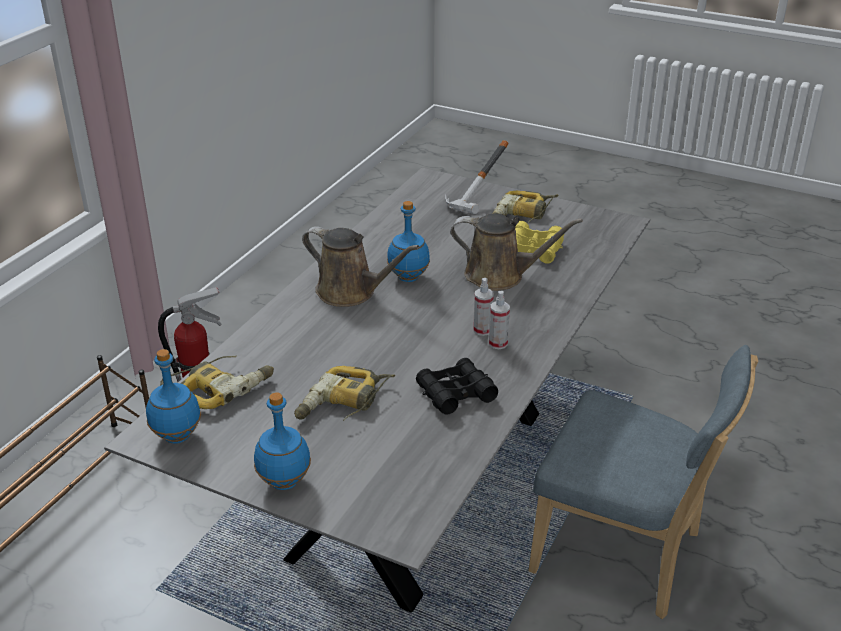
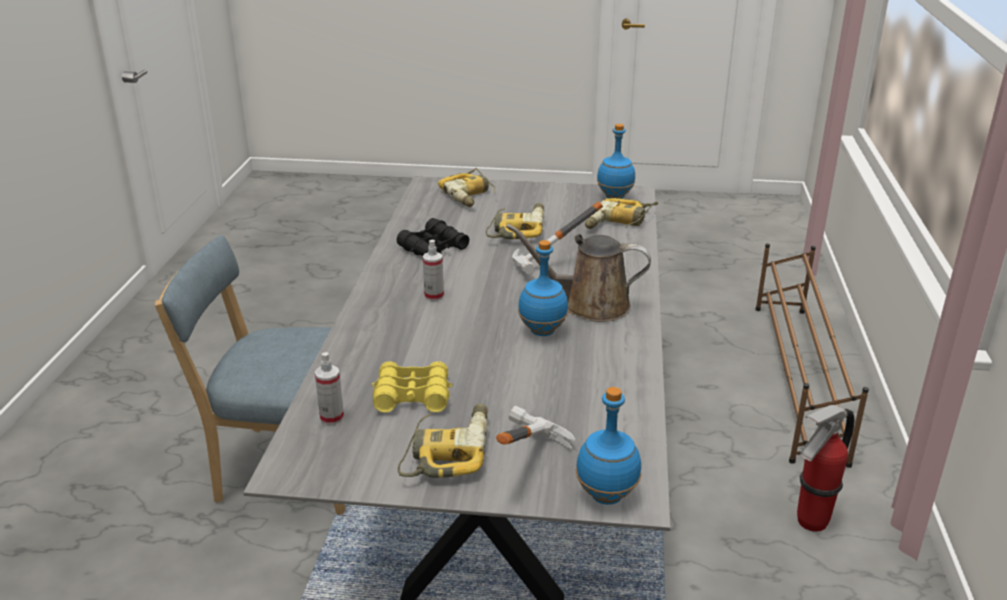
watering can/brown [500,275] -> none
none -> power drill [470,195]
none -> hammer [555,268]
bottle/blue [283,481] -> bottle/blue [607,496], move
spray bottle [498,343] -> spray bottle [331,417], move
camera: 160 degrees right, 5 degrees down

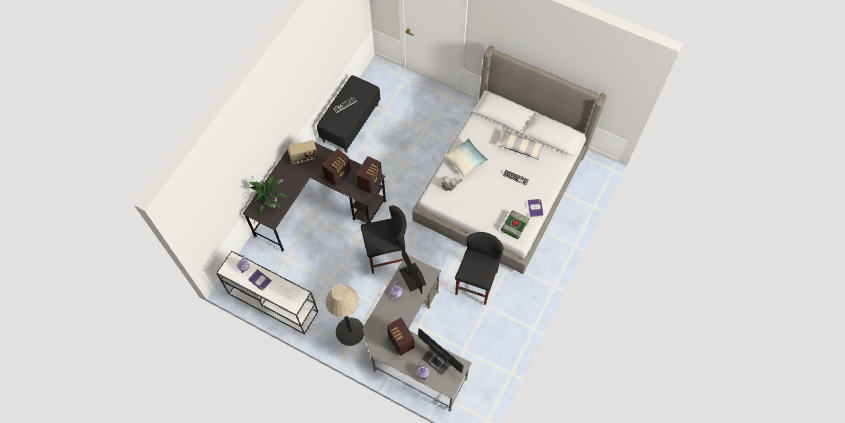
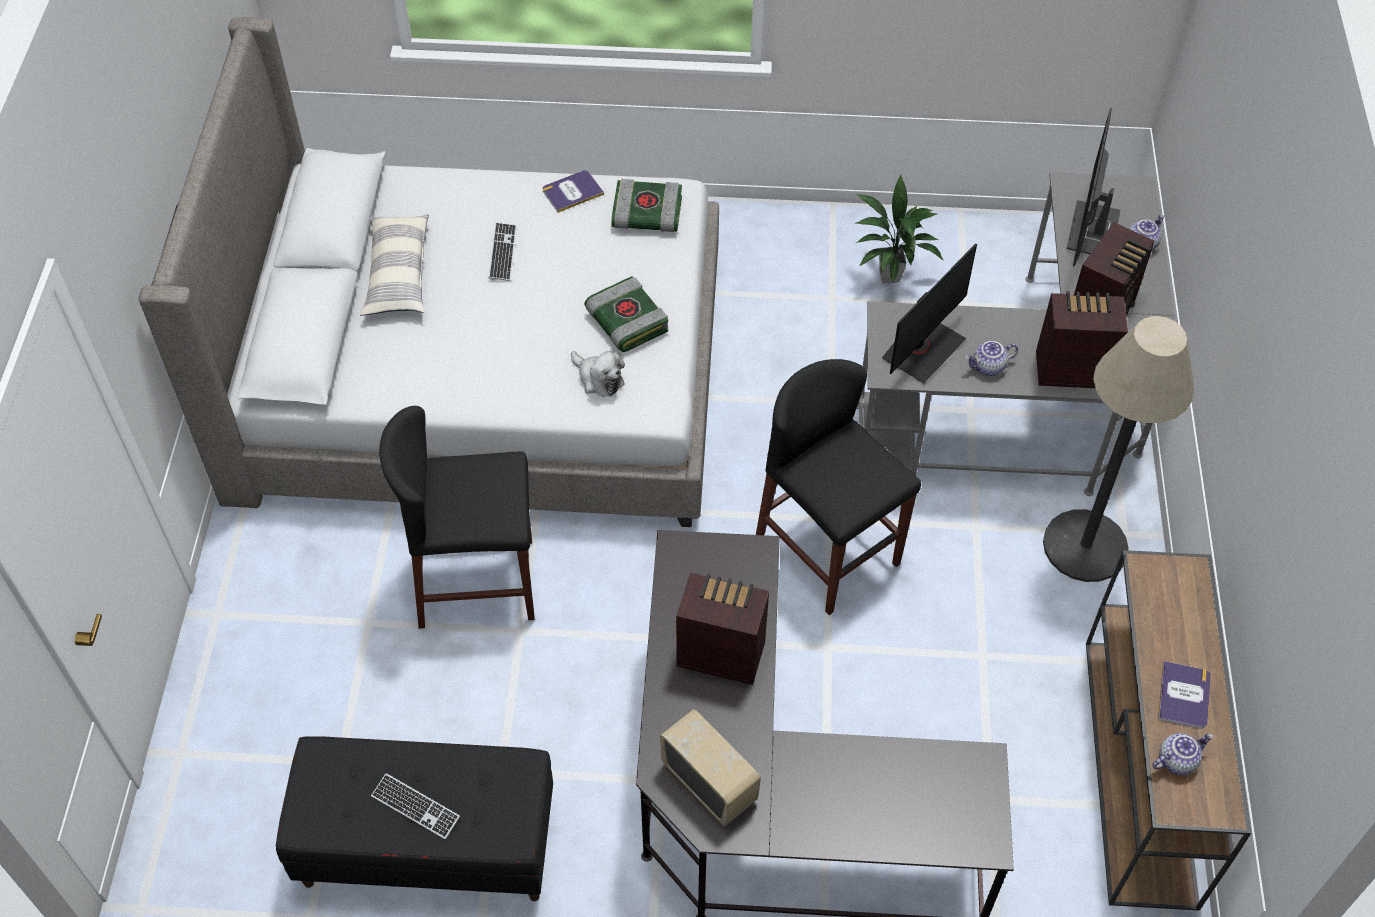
pillow [465,160] -> none
none -> book [625,321]
potted plant [272,204] -> potted plant [889,277], move
radio [370,181] -> radio [1070,369], move
stool/black [476,283] -> stool/black [477,582], move
console table/white [272,302] -> console table/brown [1140,773]
camera: 115 degrees left, 10 degrees down

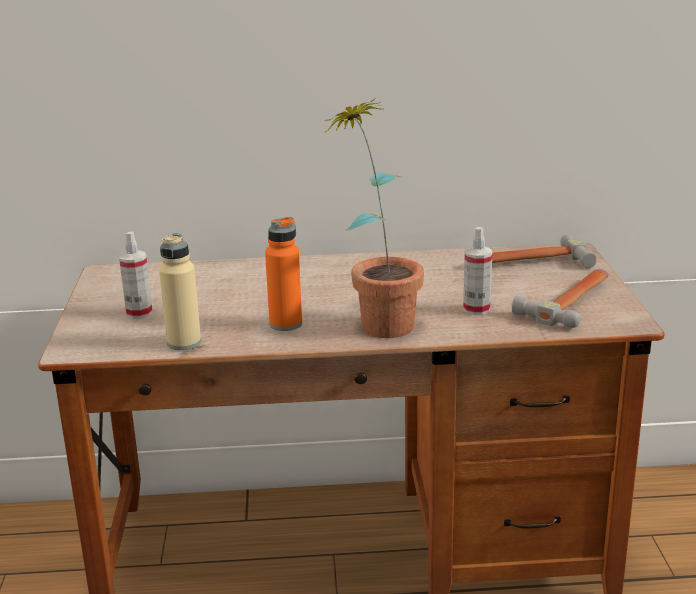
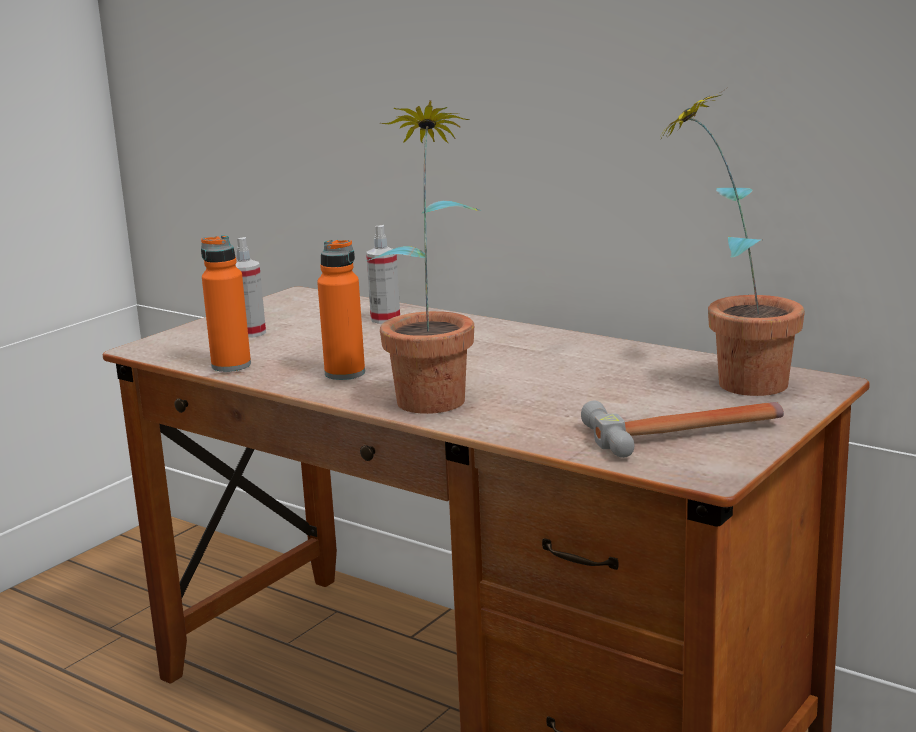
spray bottle [476,309] -> spray bottle [385,319], move
hammer [528,262] -> potted plant [731,381]
bottle/beige [184,343] -> bottle/orange [231,365]
camera: 40 degrees right, 5 degrees down

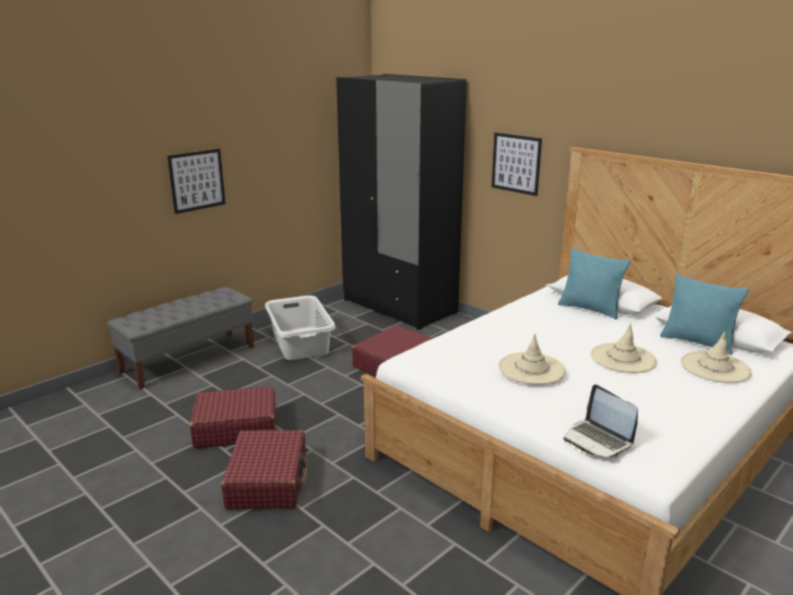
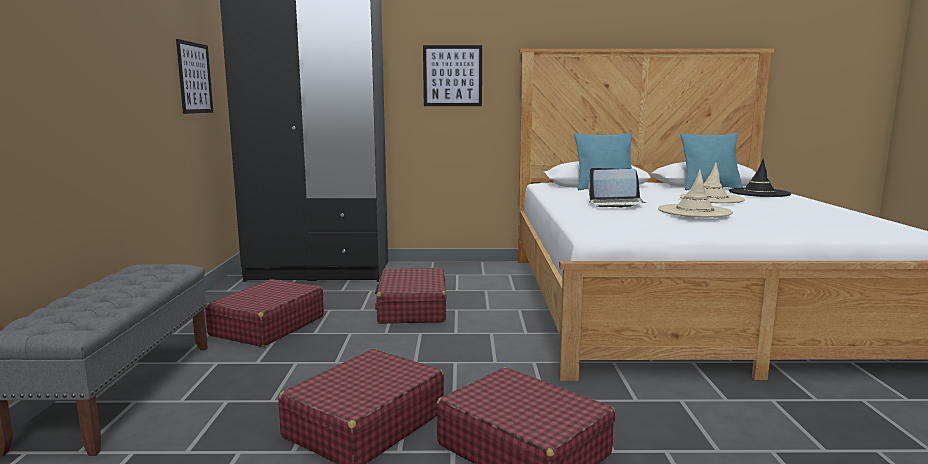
picture [197,180] -> picture [195,78], move
laptop [598,440] -> laptop [616,204], move
laundry basket/grey [300,343] -> suitcase/red [267,326]
hat/beige [715,367] -> hat/black [759,193]
camera: 45 degrees left, 10 degrees down

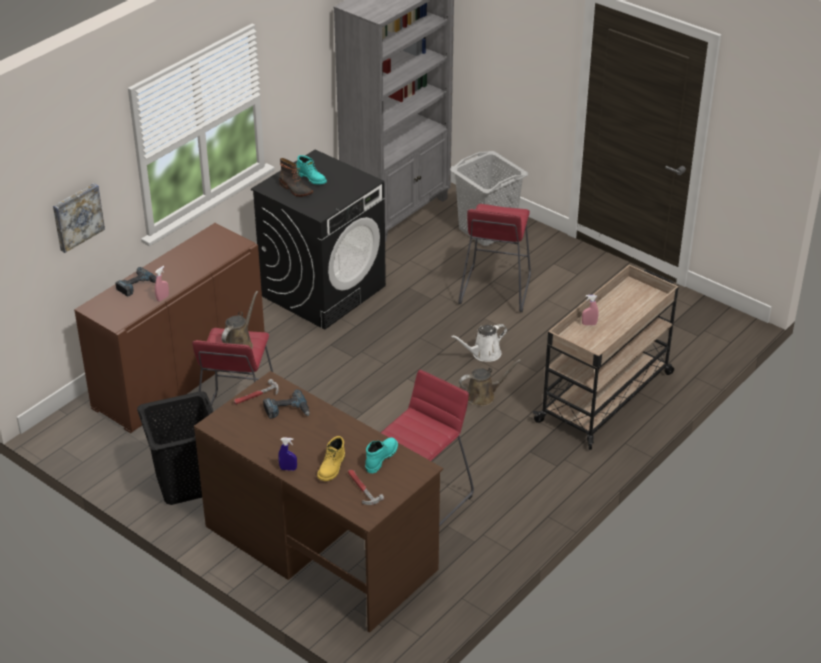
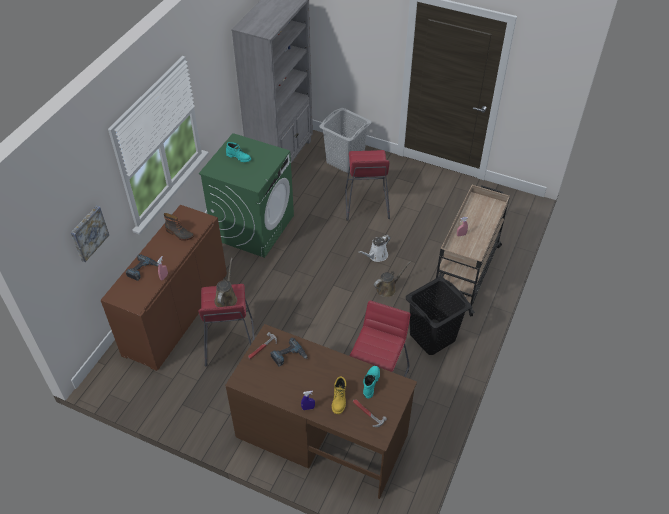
laundry basket/black [186,483] -> laundry basket/black [432,336], move
boot [295,189] -> boot [179,234], move
washing machine/black [323,290] -> washing machine/green [253,227]
camera: 15 degrees left, 10 degrees up

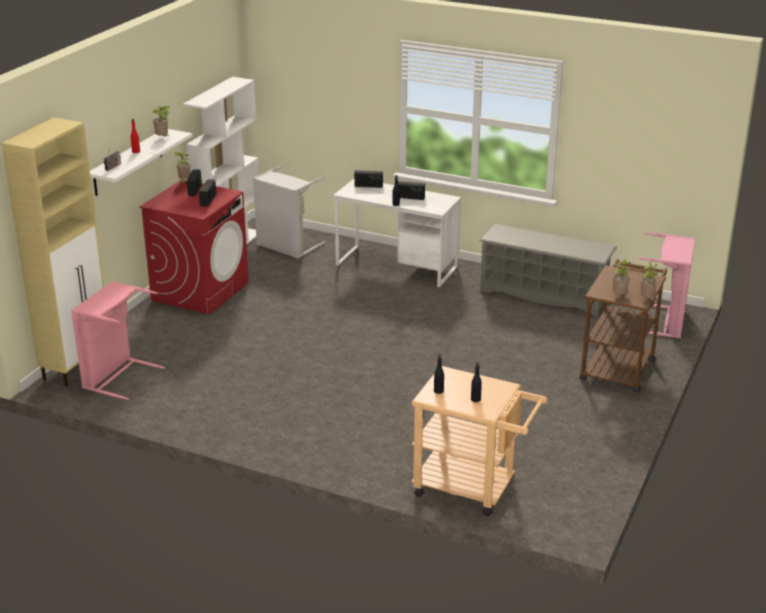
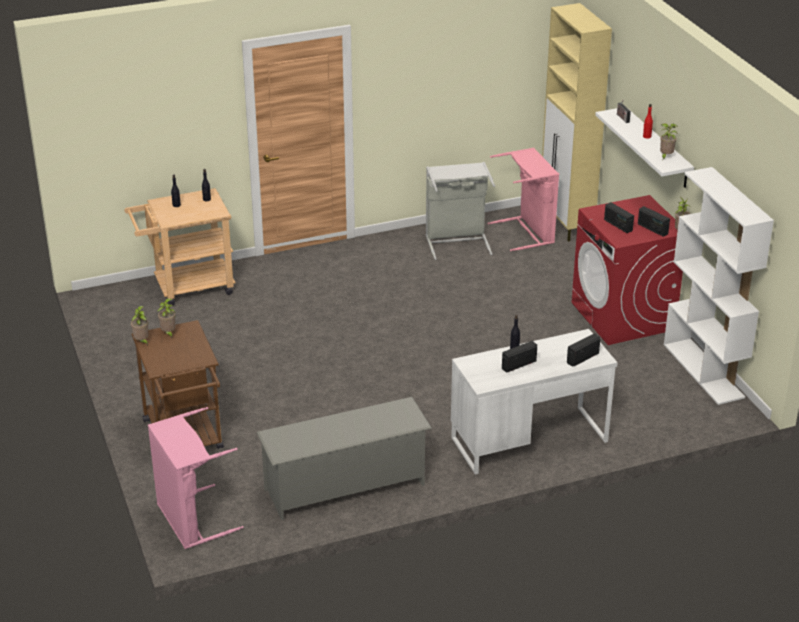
laundry basket/grey [286,247] -> laundry basket/grey [457,241], move
camera: 135 degrees right, 5 degrees up

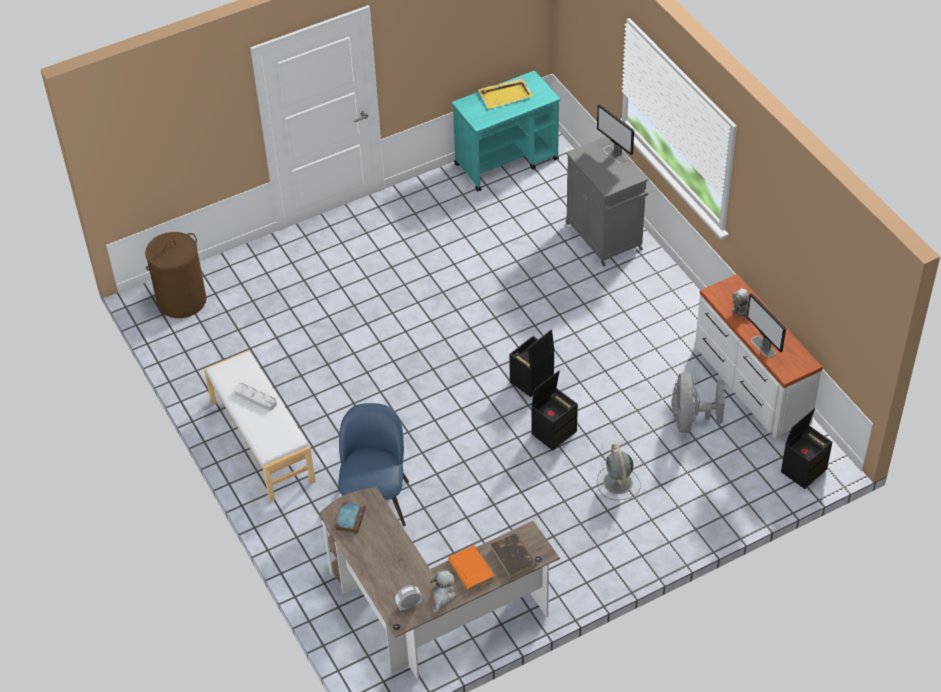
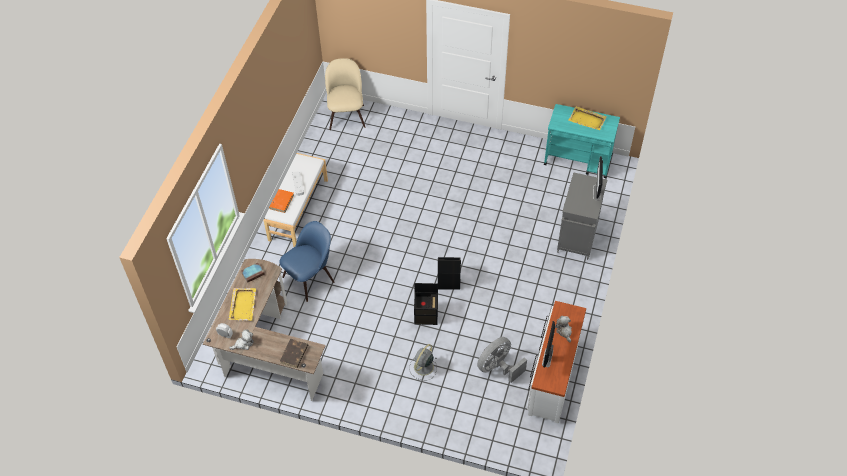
storage box/black [803,469] -> none
none -> tray/yellow [243,304]
book/orange [471,569] -> book/orange [281,201], move
laundry basket/brown [181,300] -> chair/beige [346,115]
camera: 45 degrees right, 5 degrees up

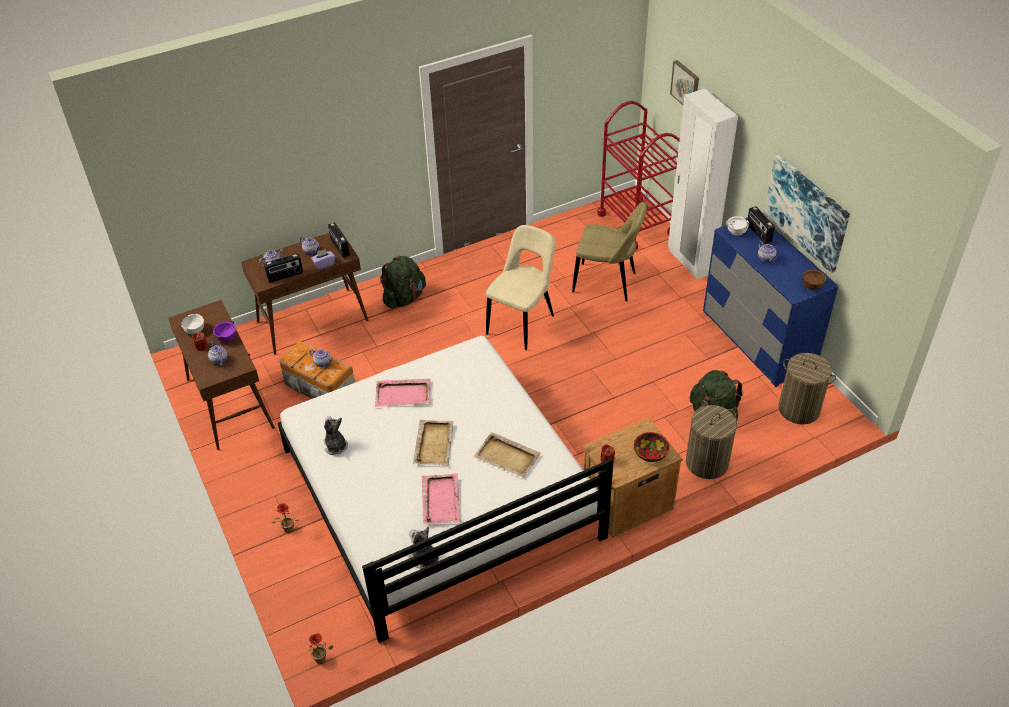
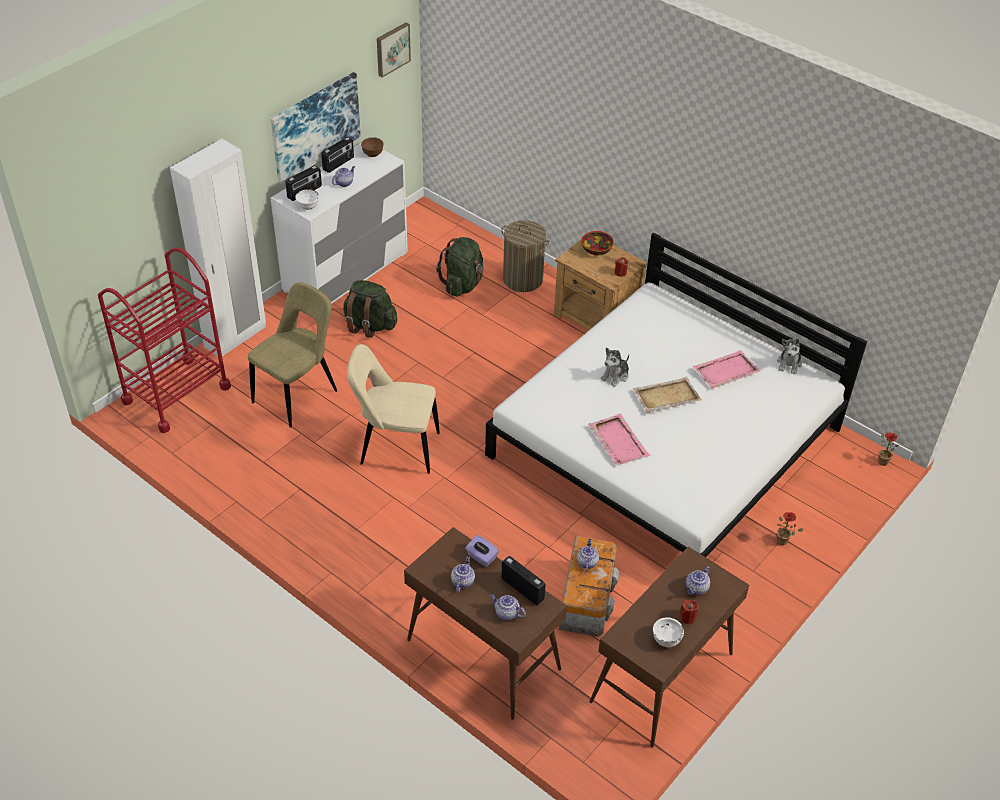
bowl/purple [226,338] -> none
tray/beige [507,457] -> none
laundry basket [799,409] -> none
plush toy [335,446] -> plush toy [615,376], move
radio [339,248] -> radio [338,164], move
backpack/green [404,298] -> backpack/green [369,325], move
picture [686,85] -> picture [392,49], move
dresser/blue [758,340] -> dresser/white [346,272]
chair/beige [607,283] -> chair/beige [298,394], 45 degrees clockwise
camera: 115 degrees left, 0 degrees up

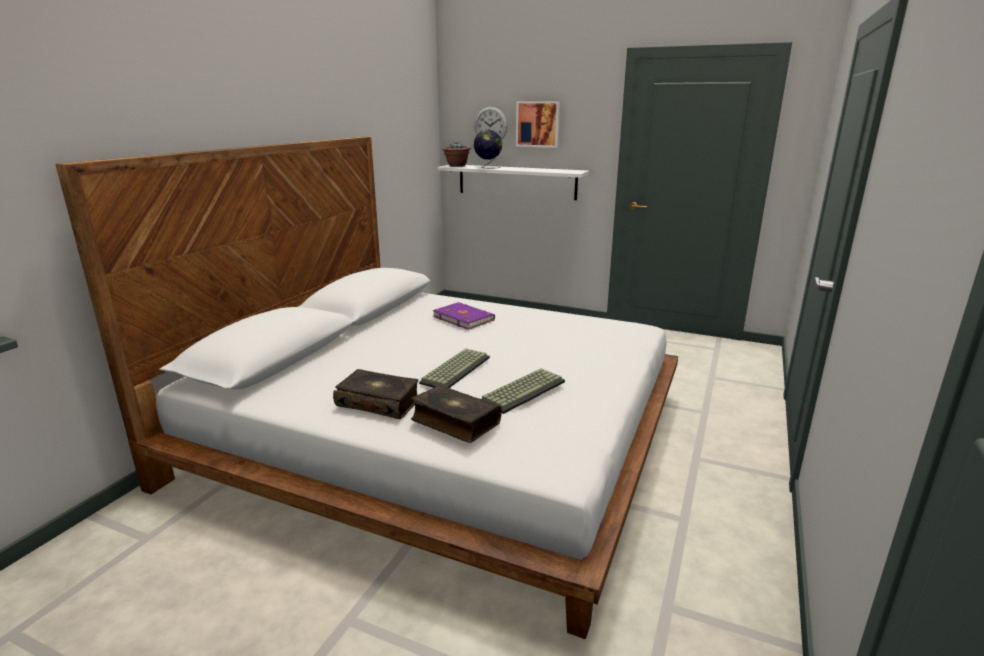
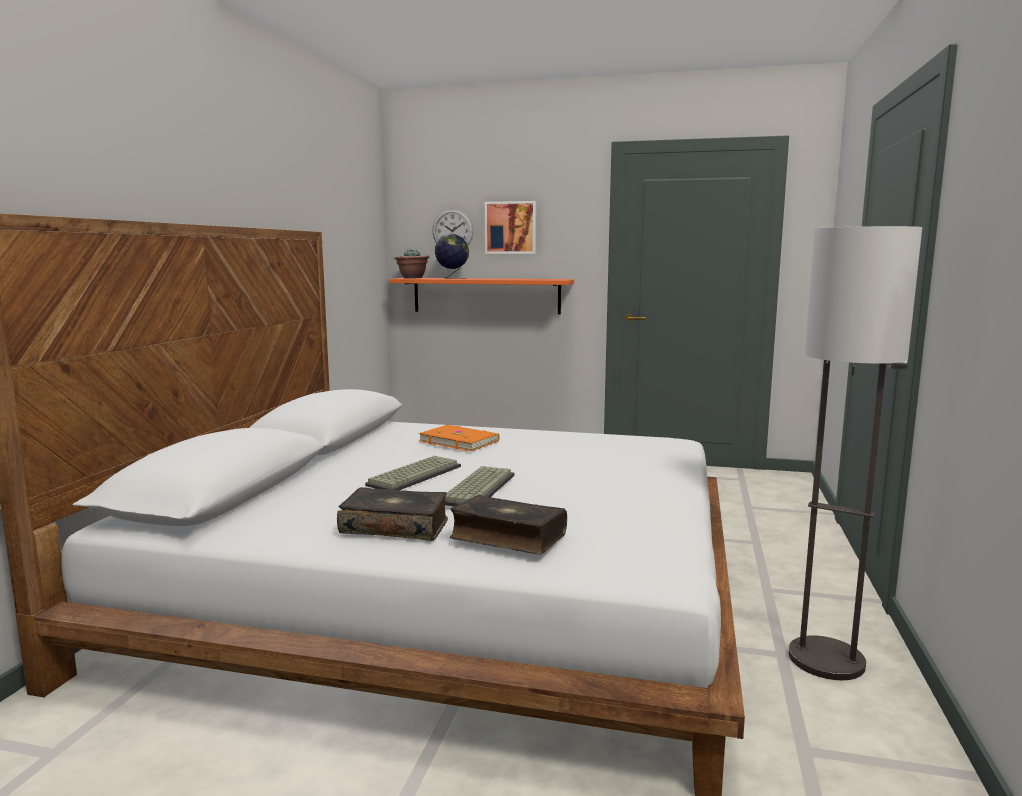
none -> floor lamp [826,660]
keyboard [523,391] -> keyboard [414,475], move
book/purple [464,318] -> book/orange [459,441]
shelf/white [516,181] -> shelf/orange [486,295]
camera: 10 degrees left, 10 degrees down

